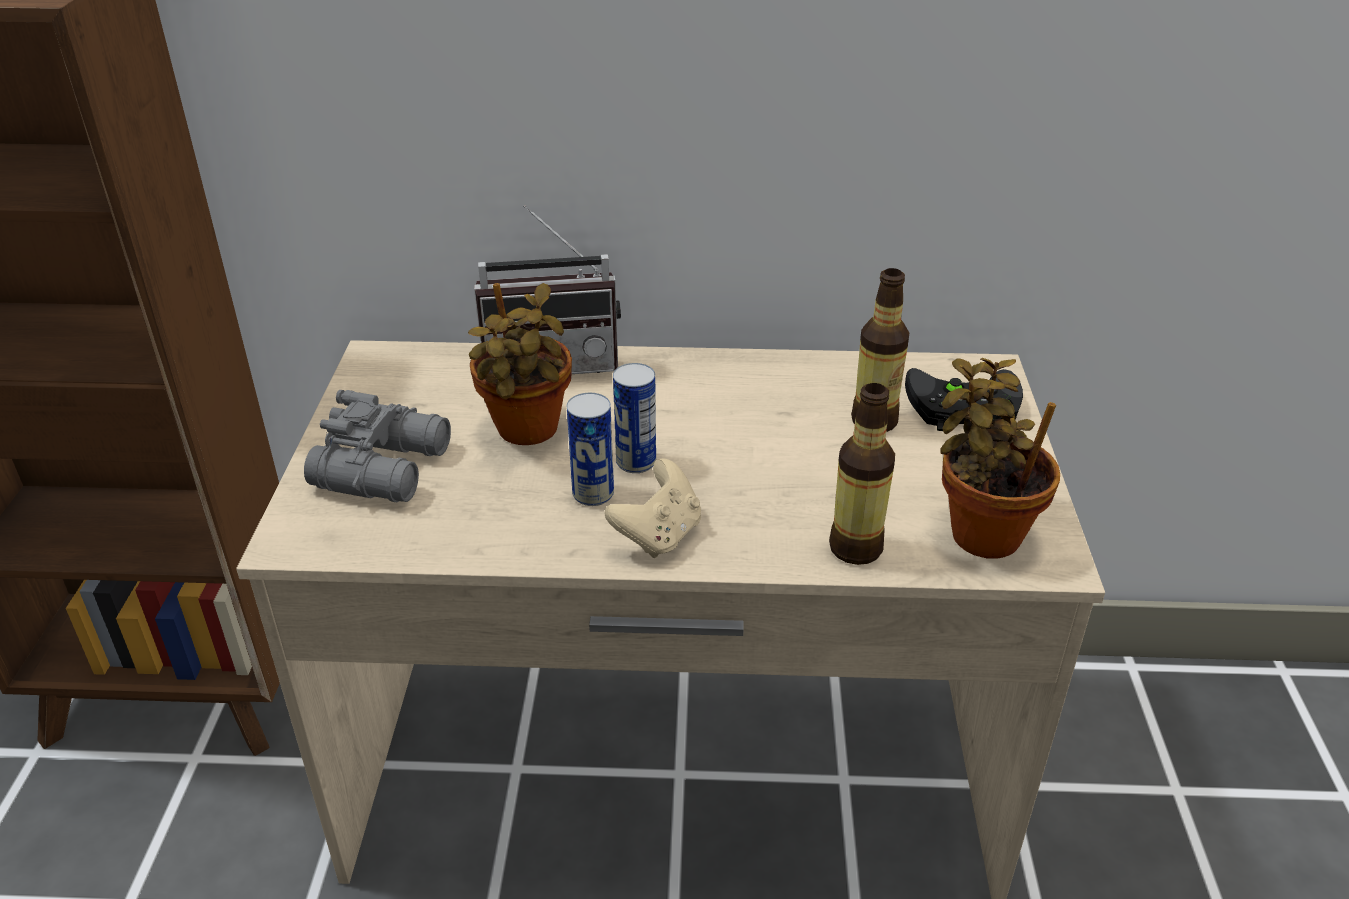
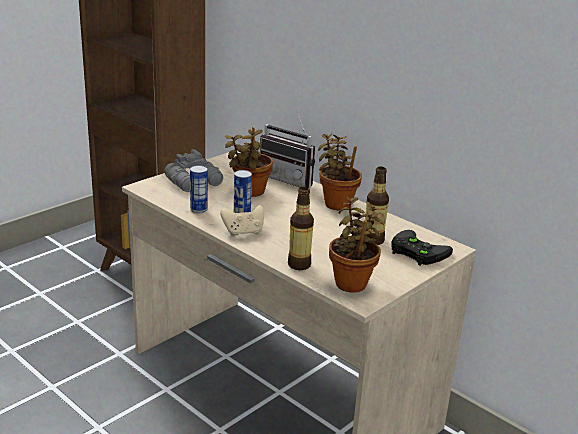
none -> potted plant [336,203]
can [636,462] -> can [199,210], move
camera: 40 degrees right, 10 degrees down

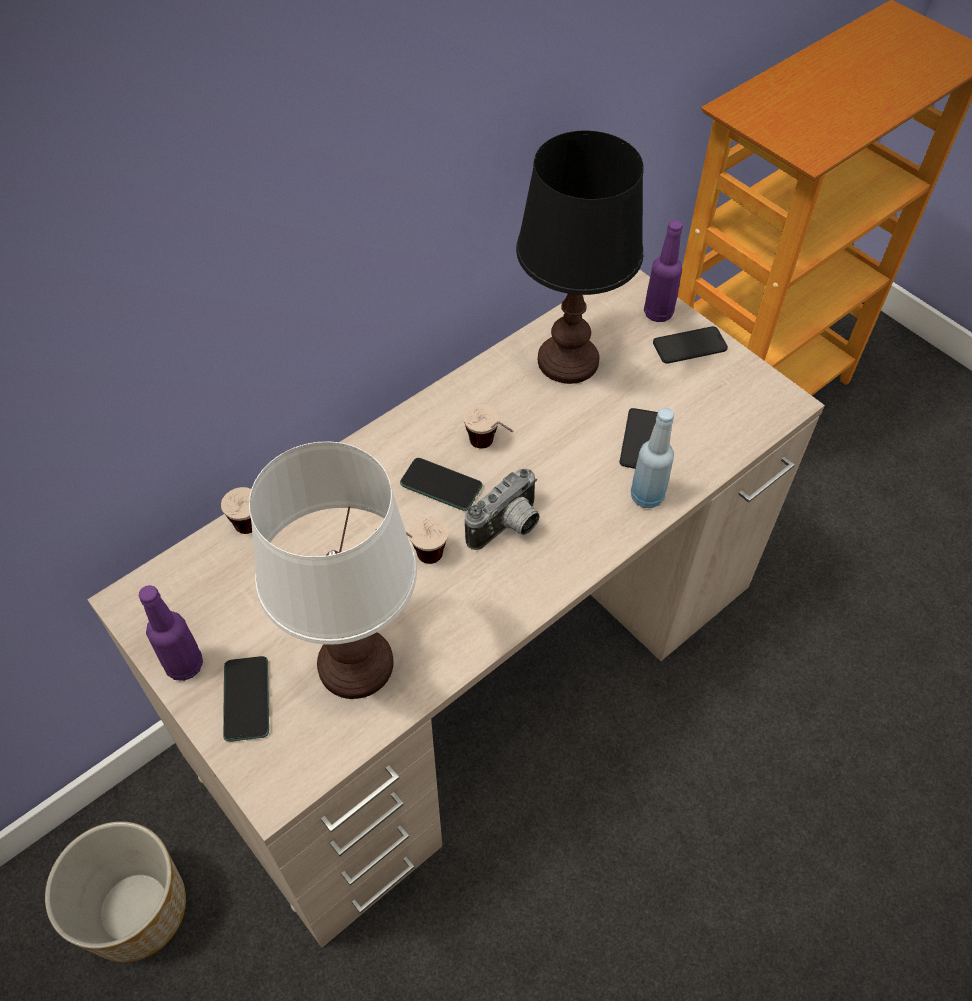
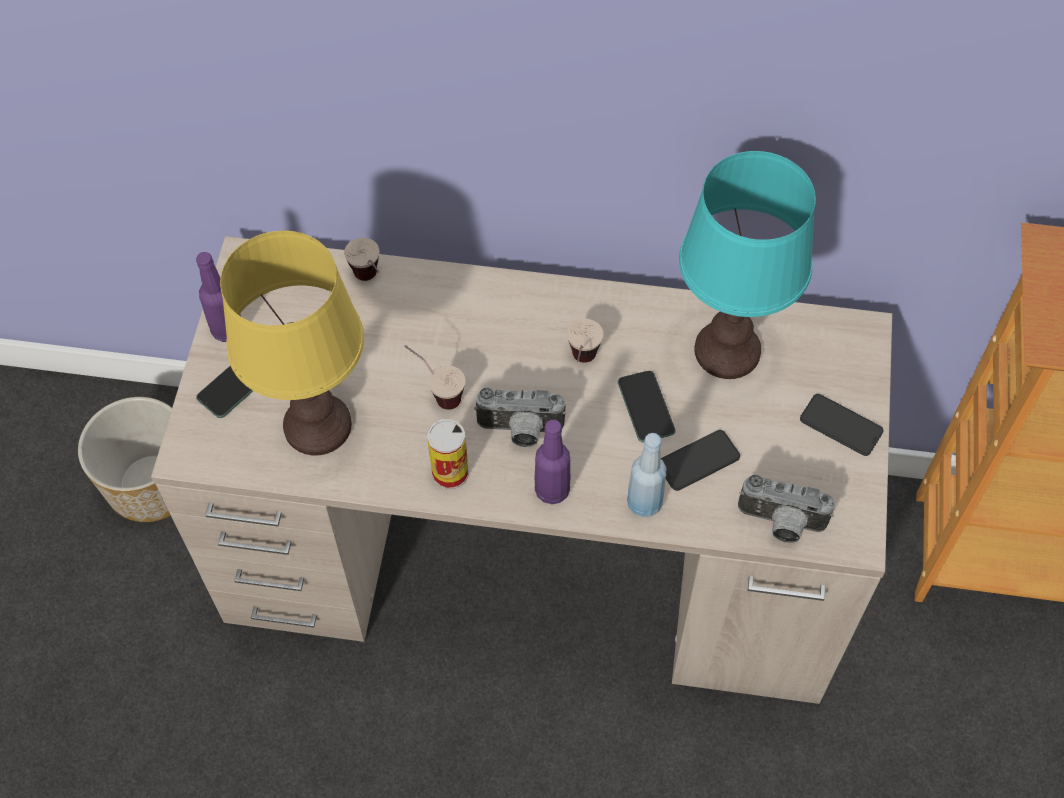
none -> can [450,473]
none -> photo camera [780,524]
phone [441,485] -> phone [646,407], move
bottle/purple [658,313] -> bottle/purple [552,490], move
table lamp/white [354,665] -> table lamp/yellow [316,425]
table lamp/black [567,361] -> table lamp/turquoise [726,350]
camera: 50 degrees right, 5 degrees up

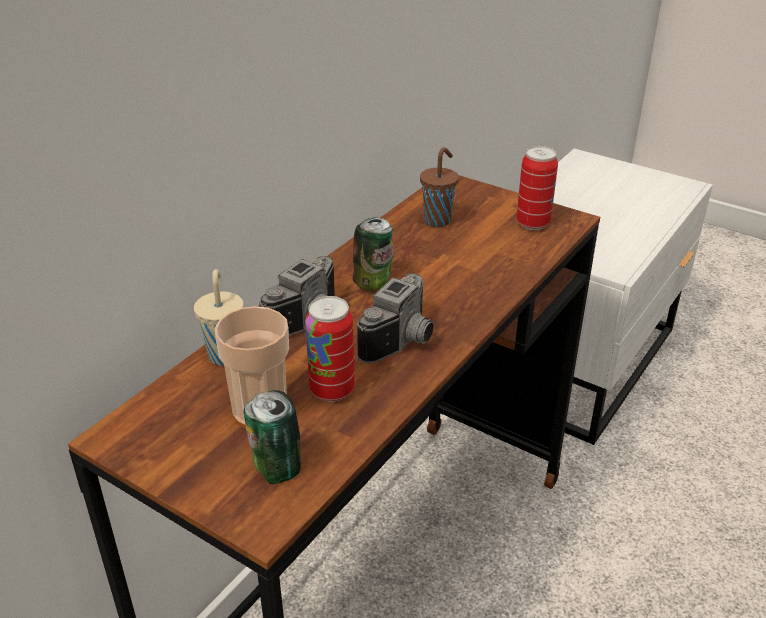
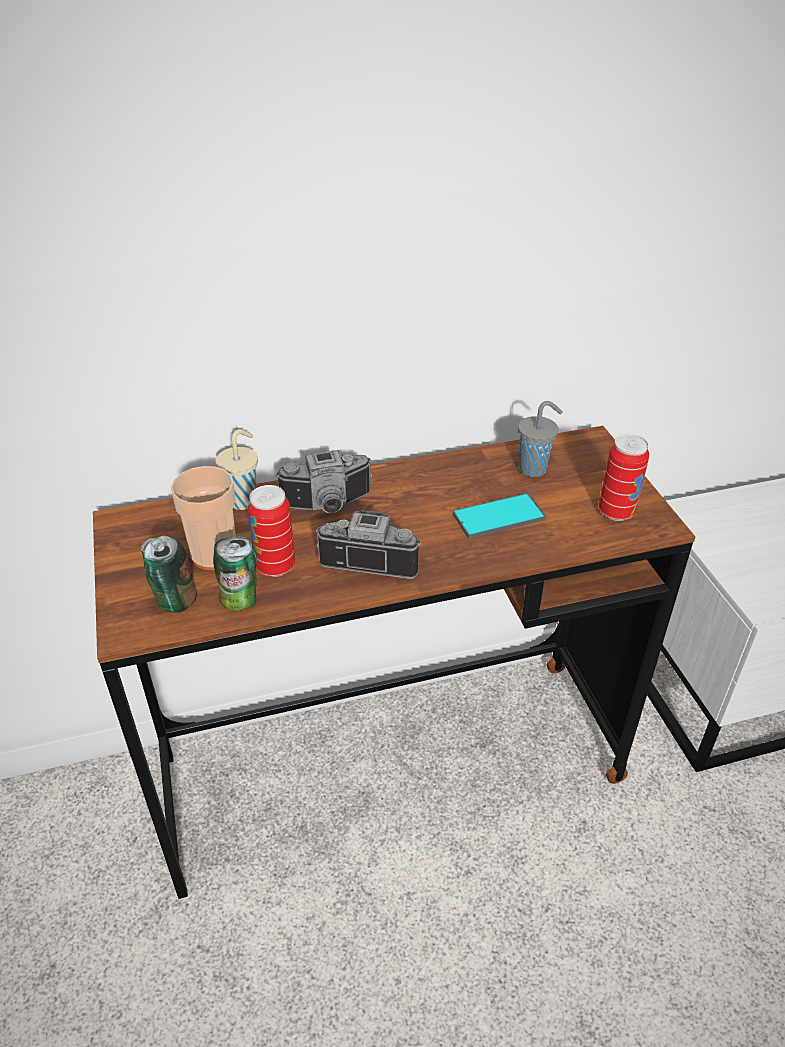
none -> phone [498,516]
can [374,283] -> can [240,601], move
cup/brown [438,220] -> cup/grey [534,469]
photo camera [404,341] -> photo camera [372,558], 150 degrees counterclockwise
camera: 40 degrees right, 5 degrees up

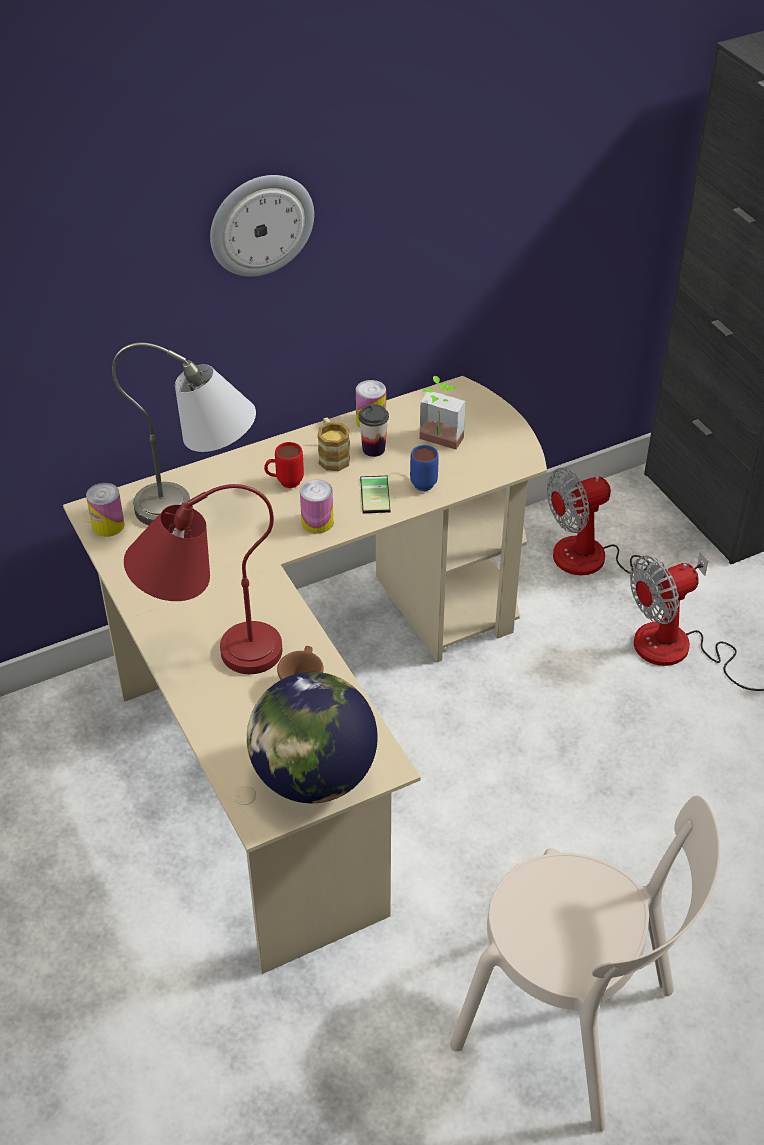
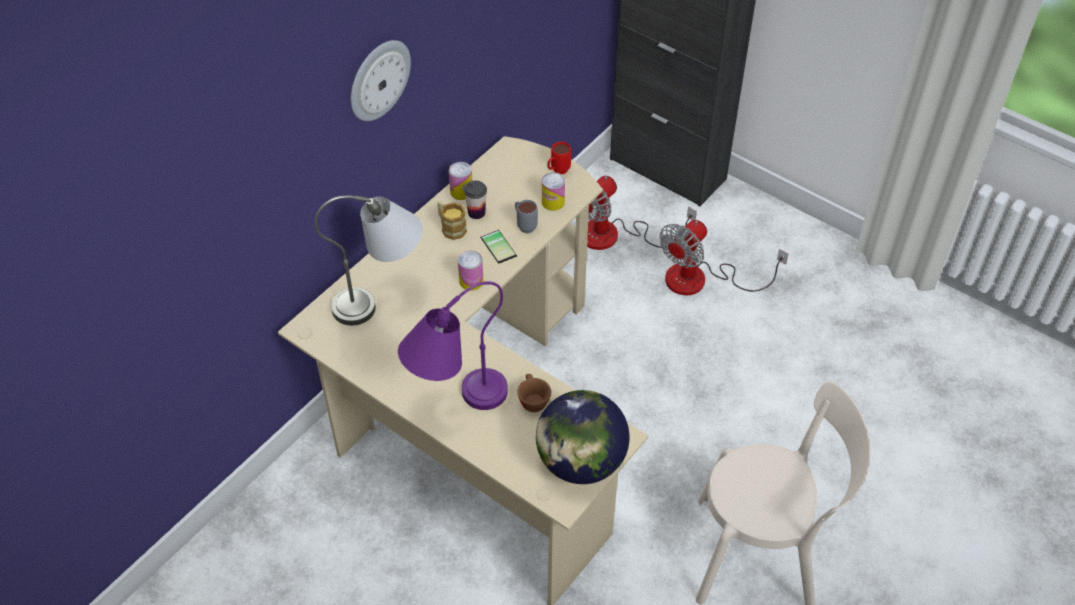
potted plant [438,443] -> none
can [108,525] -> can [553,202], move
mug/red [284,483] -> mug/red [557,171], move
table lamp/red [208,651] -> table lamp/purple [455,402]
mug/blue [422,481] -> mug/grey [524,225]
camera: 25 degrees left, 5 degrees up

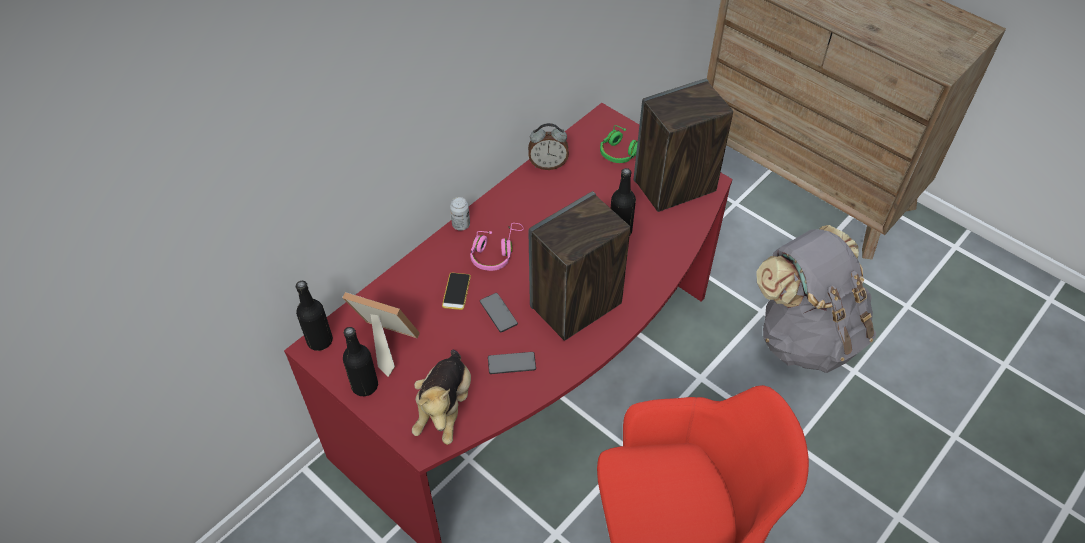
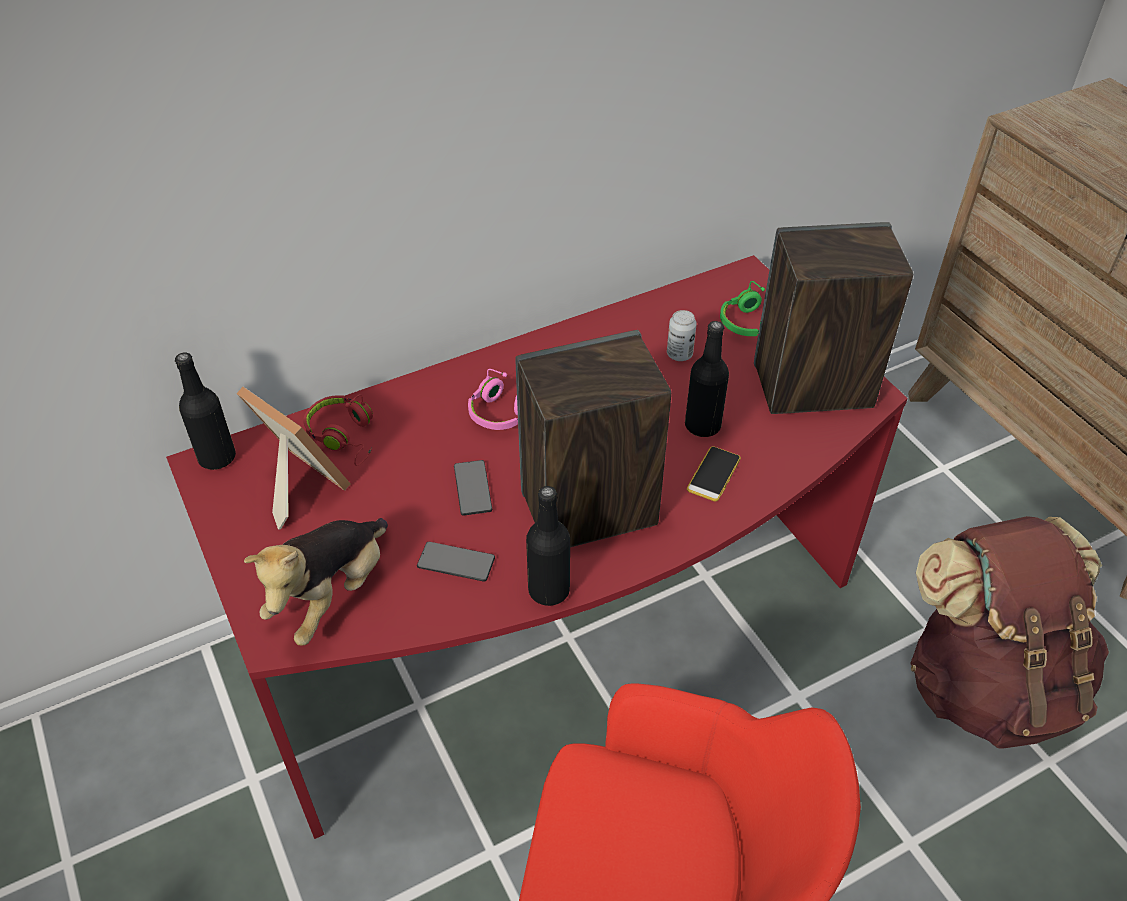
alarm clock [548,164] -> none
none -> headphones/red [345,436]
bottle/black [365,386] -> bottle/black [549,590], move
phone [456,291] -> phone [713,474], move
can [461,225] -> can [679,354], move
backpack/grey [805,335] -> backpack/brown [987,684]
camera: 20 degrees right, 5 degrees down

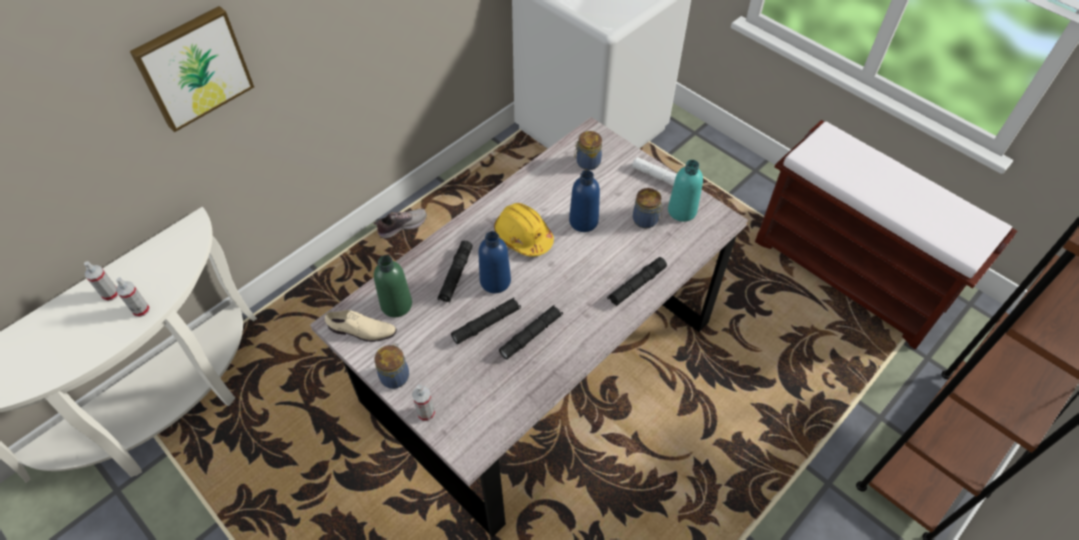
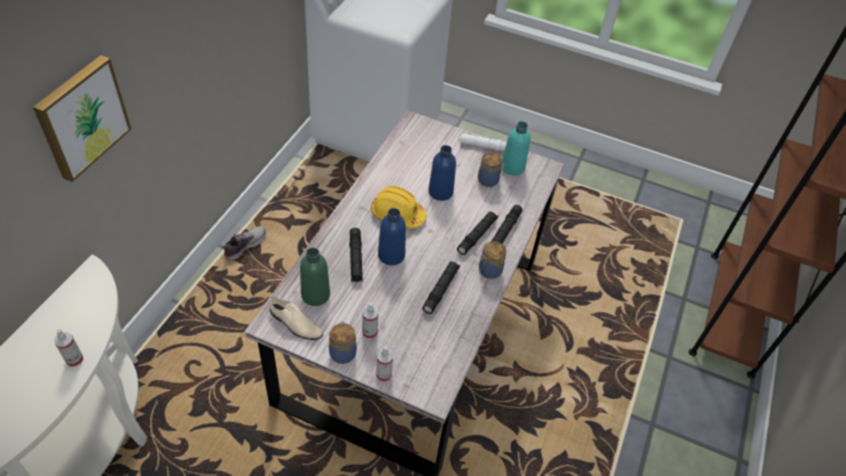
bench/brown [851,274] -> none
spray bottle [110,294] -> spray bottle [369,332], move
flashlight/black [486,324] -> flashlight/black [477,236], move
jar [587,162] -> jar [489,271], move
shoe/beige [361,330] -> shoe/beige [295,324], 45 degrees clockwise
camera: 25 degrees left, 5 degrees down

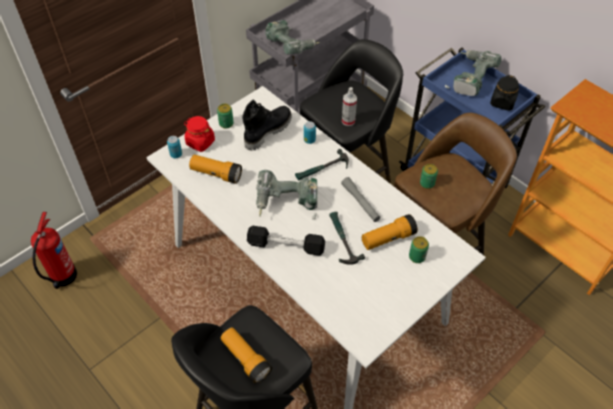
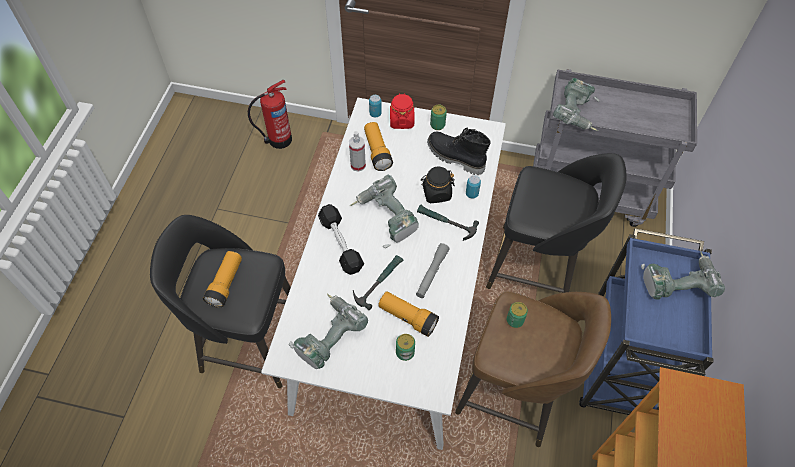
none -> power drill [327,336]
spray bottle [348,121] -> spray bottle [358,165], move
jar/black [502,102] -> jar/black [436,193], move
boot/black [267,131] -> boot/black [454,158], 150 degrees counterclockwise
camera: 55 degrees right, 5 degrees up

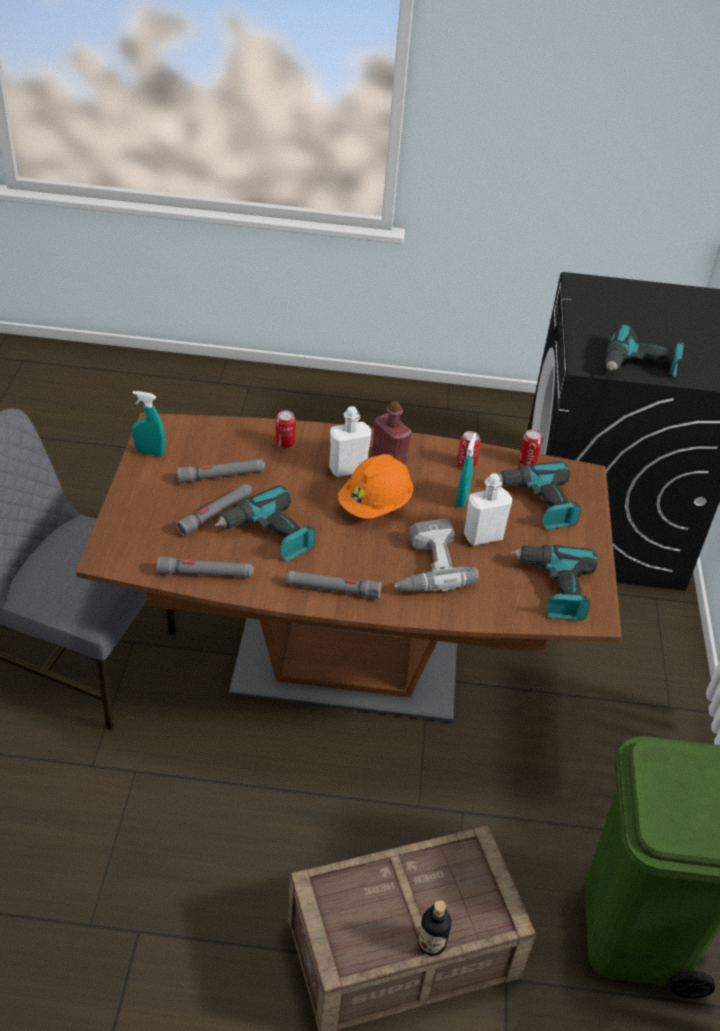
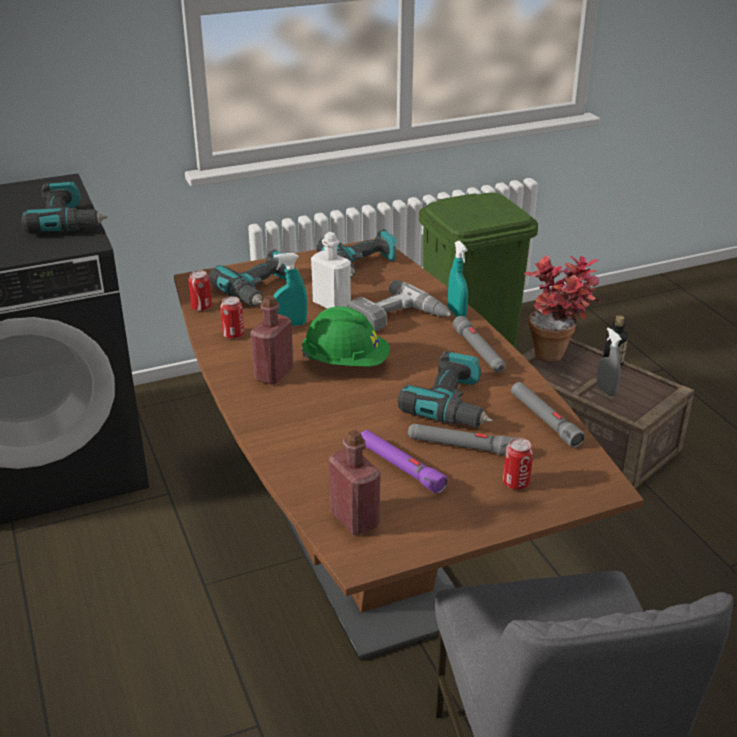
bottle/white [347,469] -> none
none -> bottle/red [354,519]
none -> potted plant [557,353]
none -> spray bottle/grey [606,390]
spray bottle/turquoise [150,452] -> spray bottle/turquoise [457,313], move
can [285,443] -> can [516,483], move
flashlight/grey [221,476] -> flashlight/purple [400,467]
hard hat/orange [375,505] -> hard hat/green [346,363]
camera: 115 degrees left, 10 degrees down

